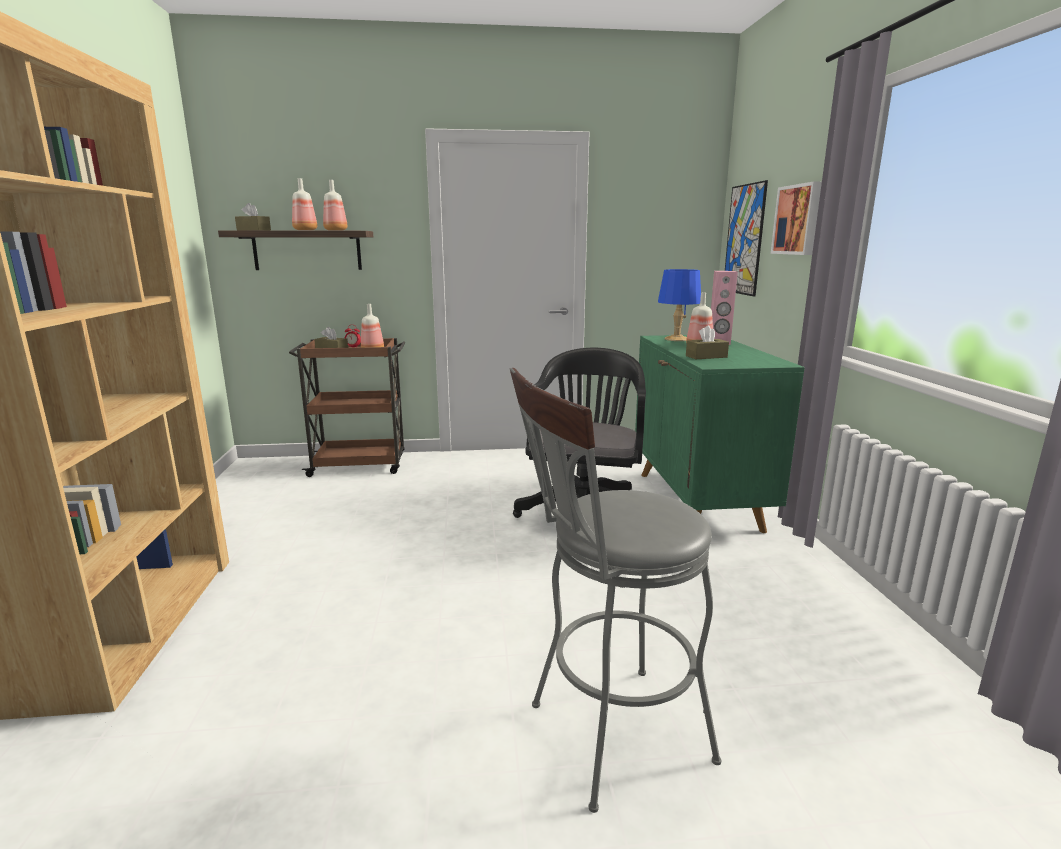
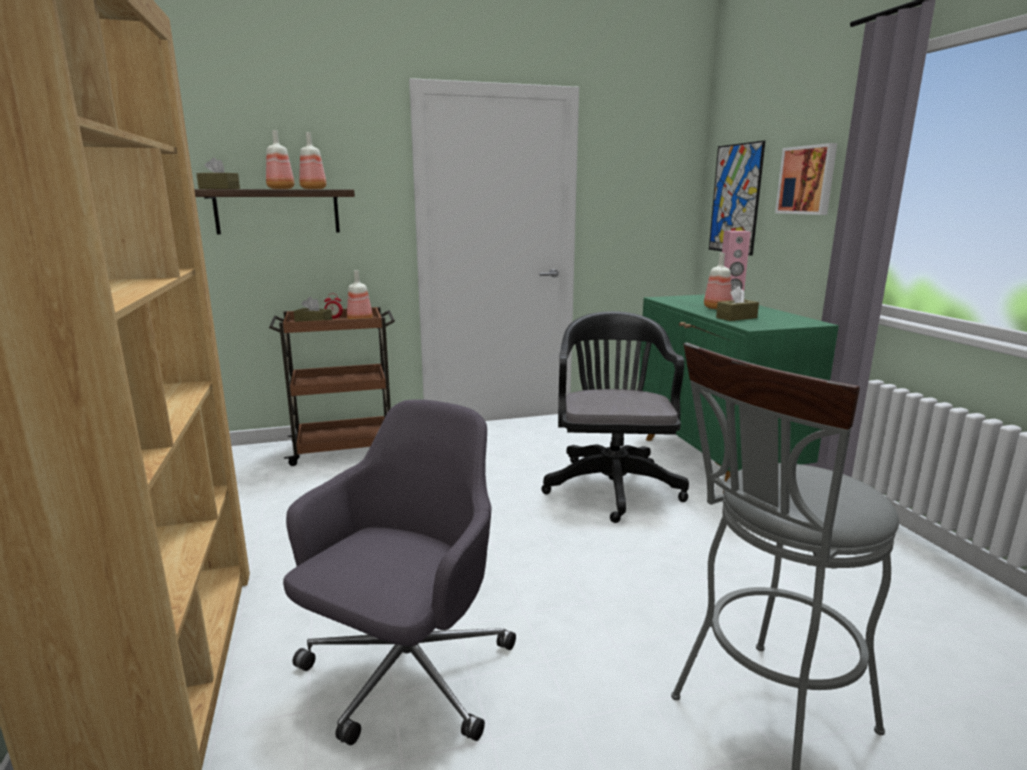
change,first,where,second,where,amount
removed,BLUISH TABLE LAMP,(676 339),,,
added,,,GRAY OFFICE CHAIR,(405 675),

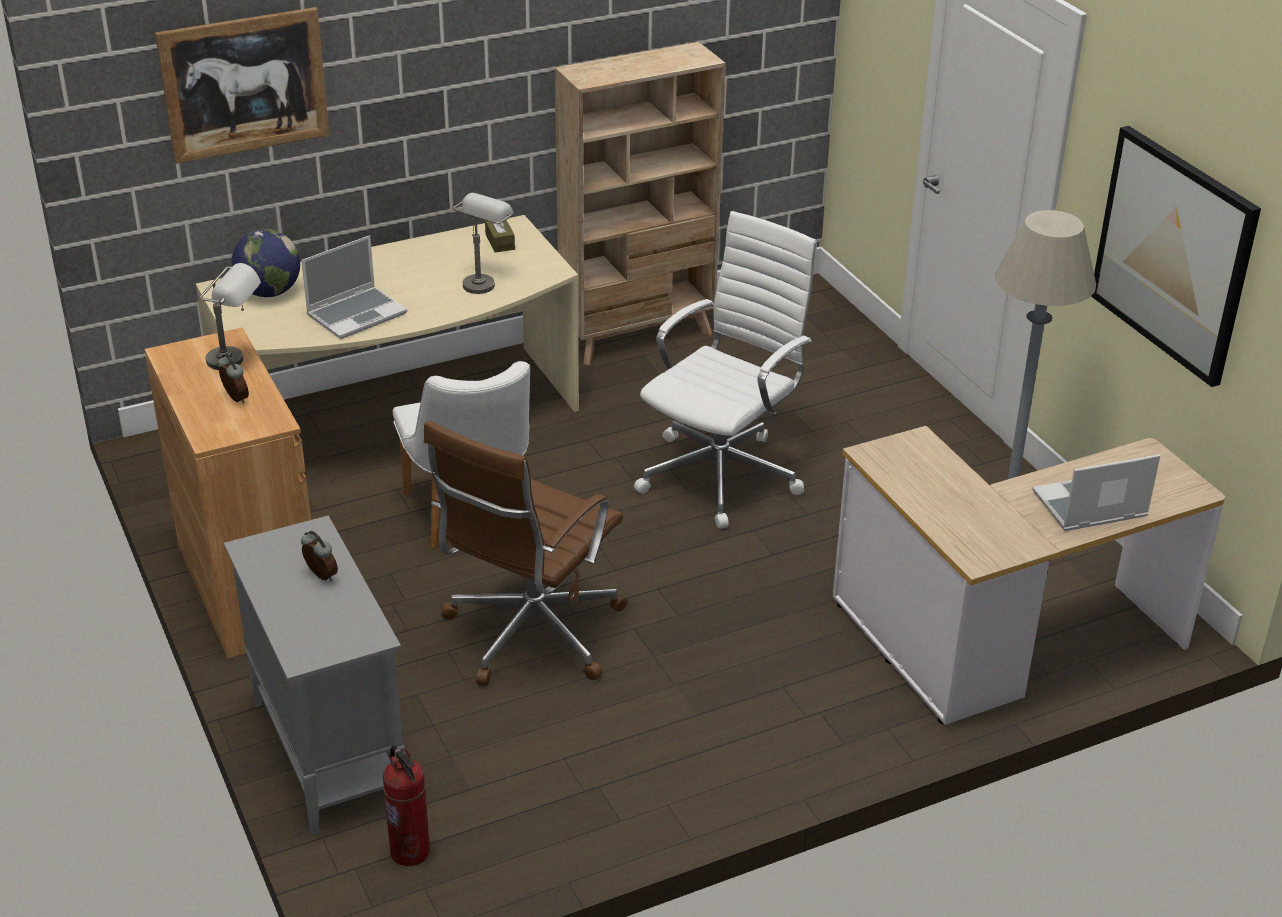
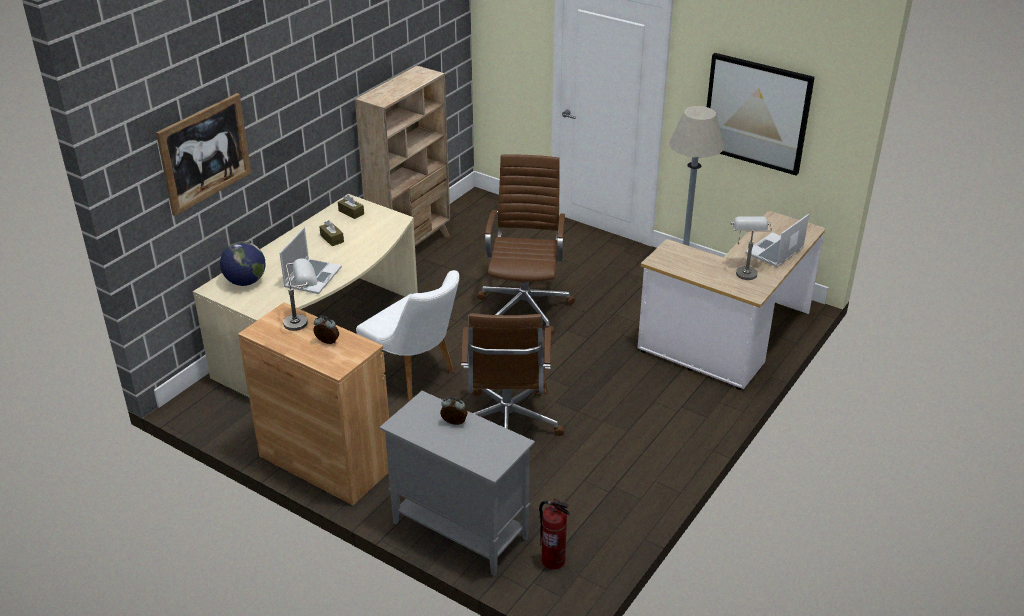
change,first,where,second,where,amount
moved,GRAY TABLE LAMP,(484 280),,(744 270),
recoloured,WHITE-COLOURED OFFICE CHAIR,(723 474),BROWN OFFICE CHAIR,(525 307),
added,,,BROWN TISSUE HOLDER,(332 238),

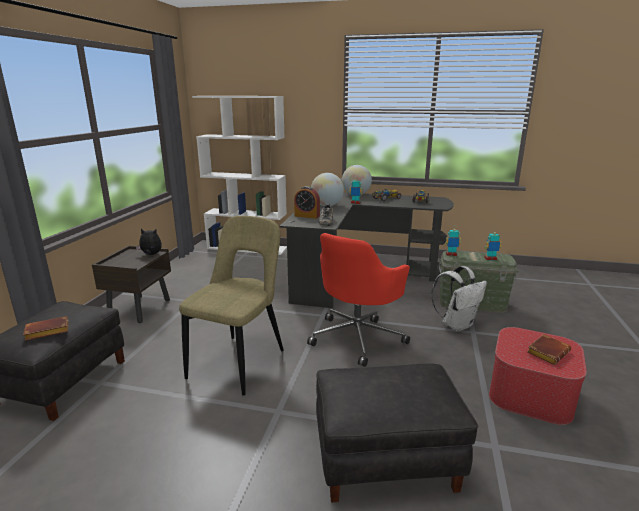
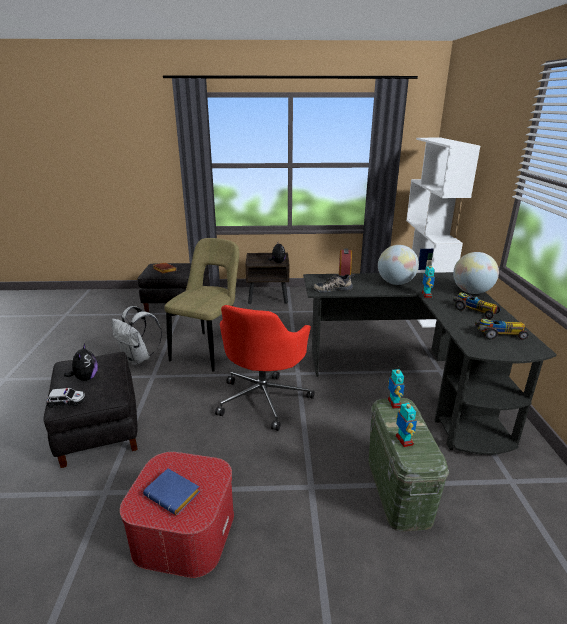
change,first,where,second,where,amount
turned,BEIGE-COLOURED PLAIN CHAIR,(240 361),,(210 349),75 degrees counterclockwise
turned,REDDISH OFFICE CHAIR,(358 337),,(264 398),90 degrees counterclockwise
moved,WHITE-COLOURED KNAPSACK,(457 324),,(138 359),
recoloured,BROWN VOLUME,(547 352),BLUISH VOLUME,(174 494),
added,,,MINIATURE CAR,(67 401),
added,,,SOFT TOY,(85 378),

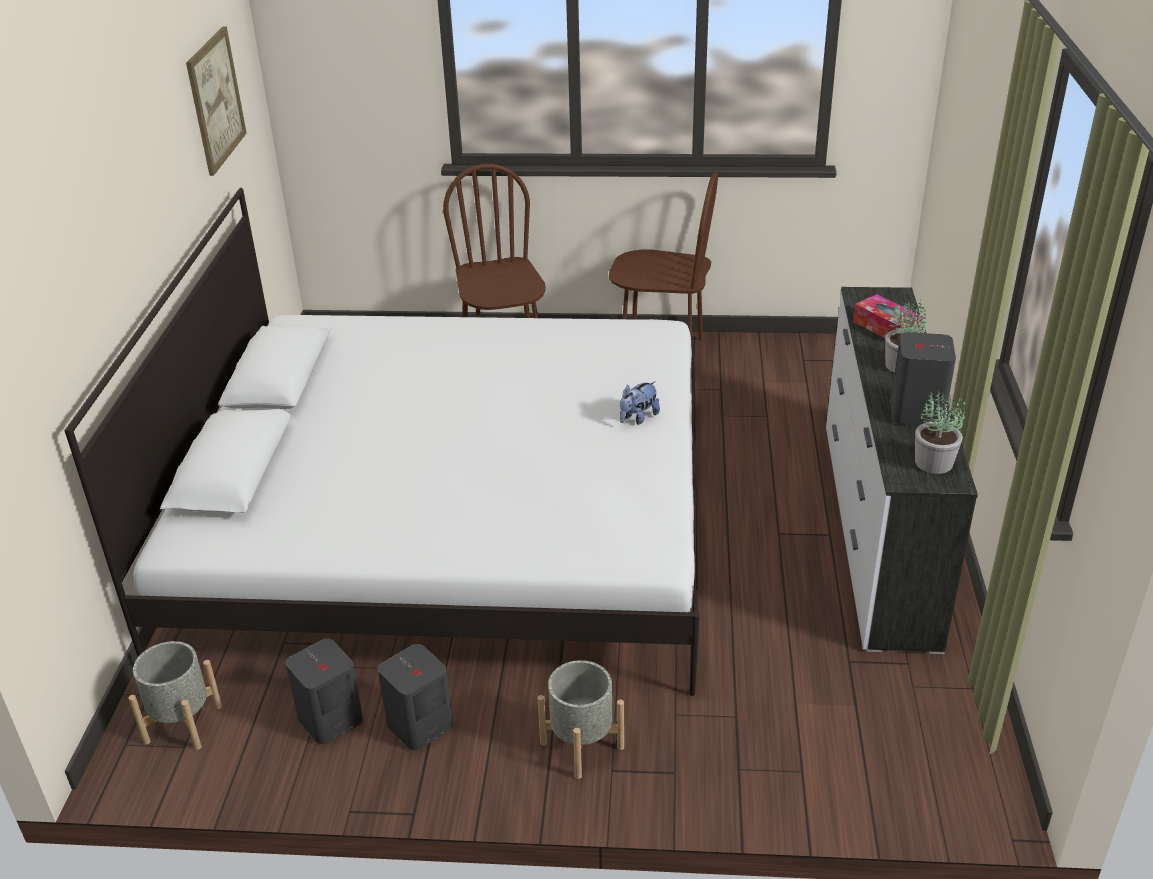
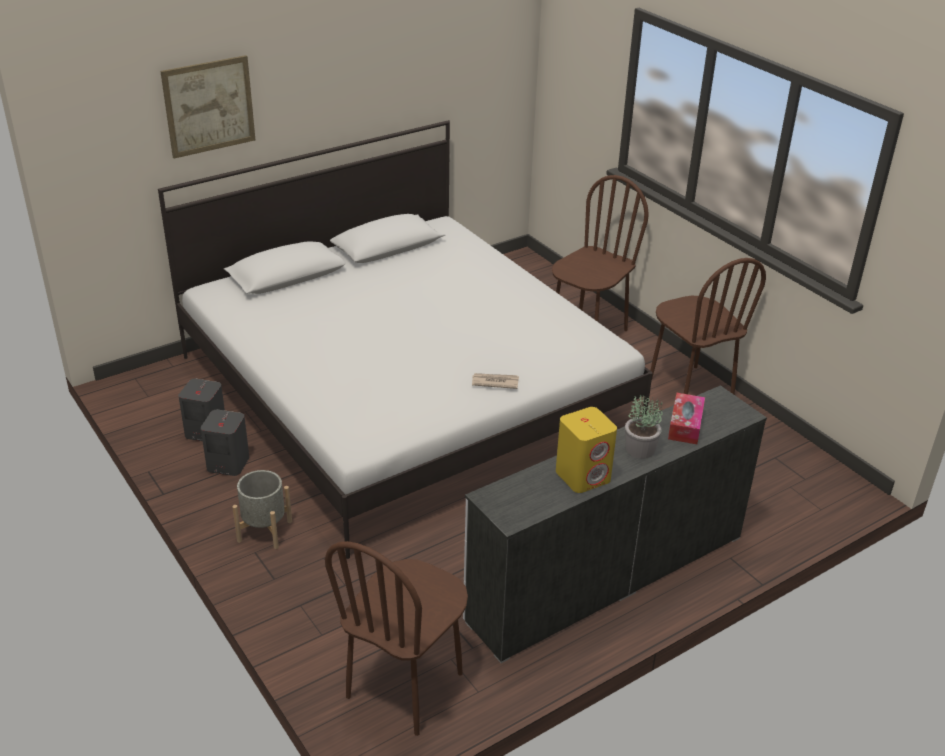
change,first,where,second,where,amount
removed,GRAY PLANTER,(183 724),,,
moved,WALL ART,(216 100),,(209 106),
replaced,SOFT TOY,(638 418),DAILY PAPER,(494 382),
recoloured,GRAY SPEAKER,(916 412),YELLOW-COLOURED SPEAKER,(583 476),
removed,POTTED PLANT,(933 463),,,
added,,,BROWN PLAIN CHAIR,(405 686),

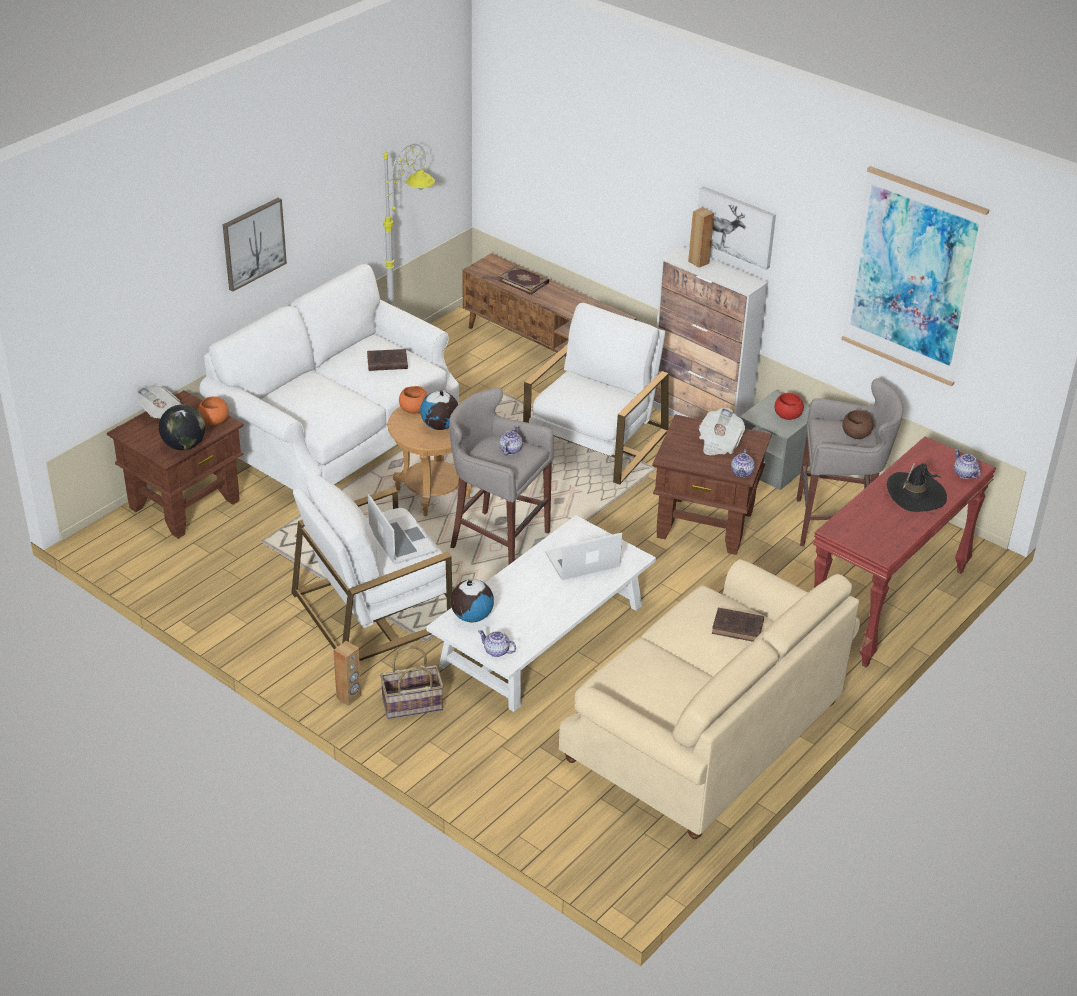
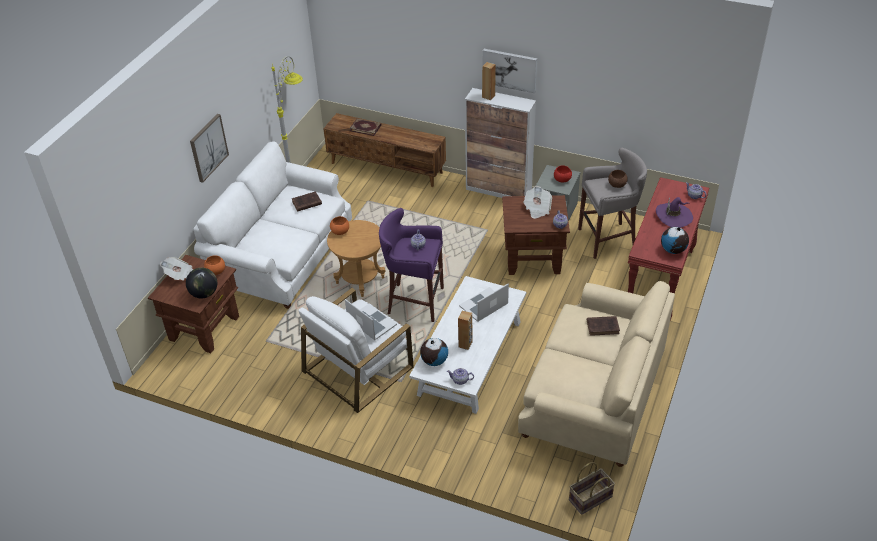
change,first,where,second,where,amount
moved,BROWN SPEAKER,(349 697),,(465 344),
moved,HOUSEHOLD BASKET,(412 705),,(590 499),
moved,GLOBE,(440 426),,(673 250),
recoloured,GRAY STOOL SEAT,(497 540),PURPLE STOOL SEAT,(414 301),
removed,WHITE-COLOURED EASY CHAIR,(596 442),,,
removed,WALL ART,(912 277),,,
recoloured,BLACK WEARABLE HAT,(915 494),PURPLE WEARABLE HAT,(673 216),

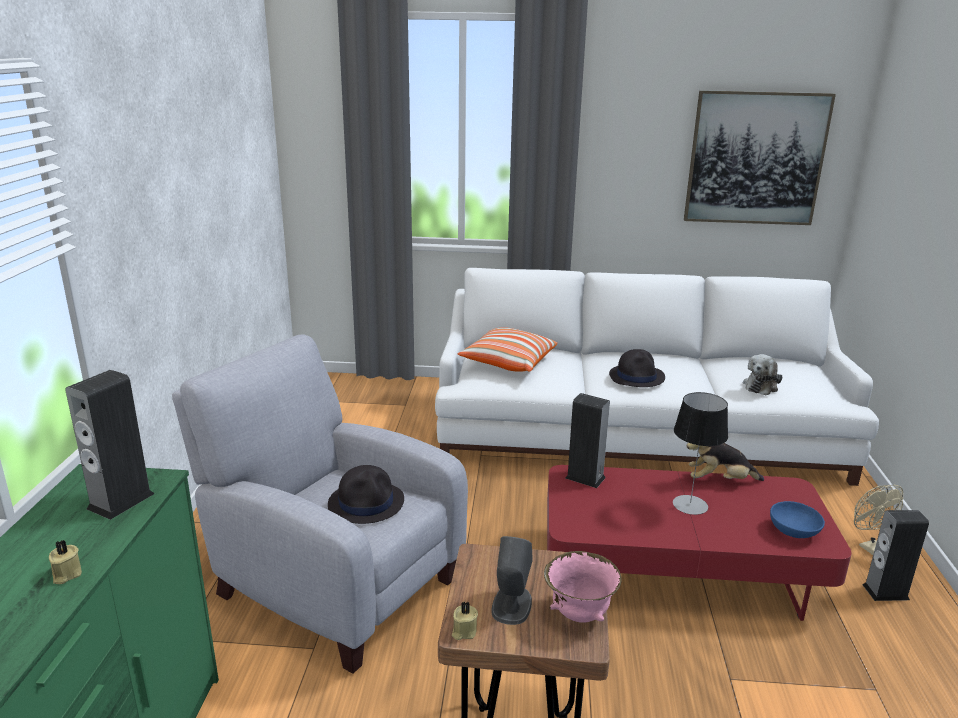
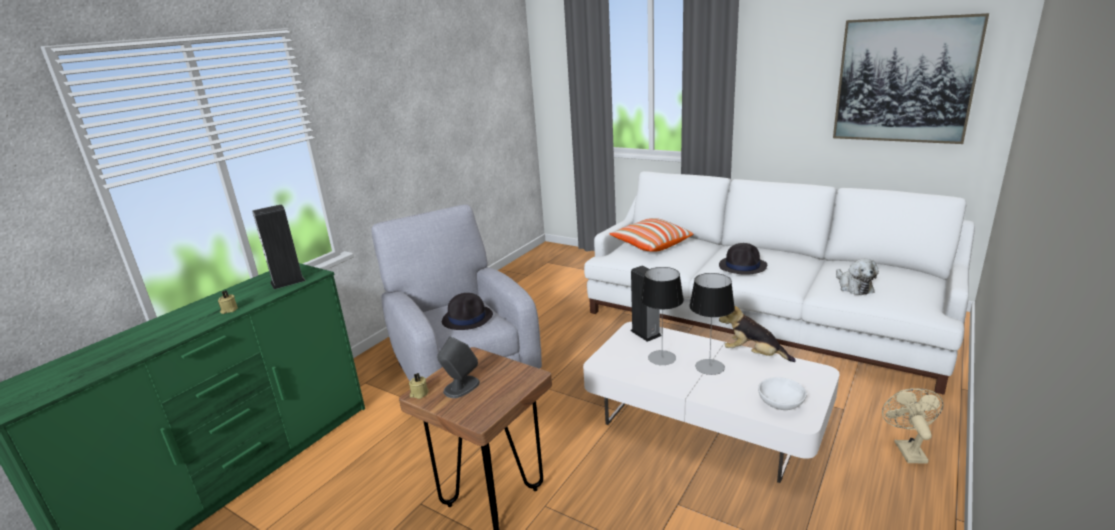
change,first,where,second,where,amount
removed,PINKISH BOWL,(579 614),,,
recoloured,REDDISH COFFEE TABLE,(679 571),WHITE-COLOURED COFFEE TABLE,(704 421),
turned,SOFT TOY,(761 386),,(854 287),75 degrees counterclockwise
recoloured,BLUISH BOWL,(794 531),WHITE-COLOURED BOWL,(781 404),
removed,SPEAKER,(885 592),,,
added,,,TABLE LAMP,(662 358),

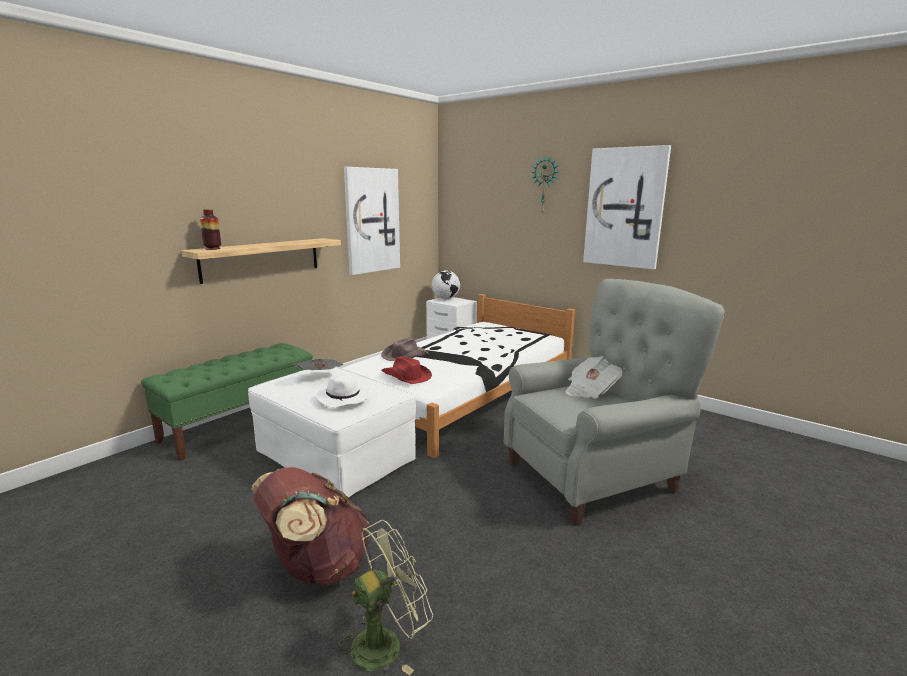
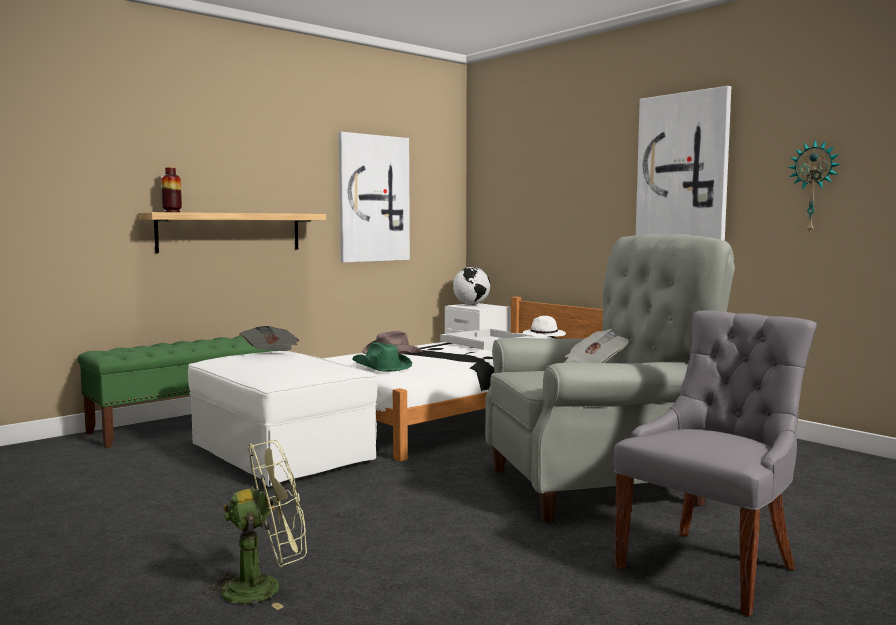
change,first,where,second,where,amount
removed,BROWN KNAPSACK,(316 567),,,
moved,WHITE-COLOURED WEARABLE HAT,(344 398),,(544 336),
recoloured,REDDISH WEARABLE HAT,(406 376),GREENISH WEARABLE HAT,(381 367),
moved,HANGING CLOCK,(545 185),,(814 186),
added,,,WHITE-COLOURED CARRYING TRAY,(486 341),
added,,,GRAY PLAIN CHAIR,(710 567),

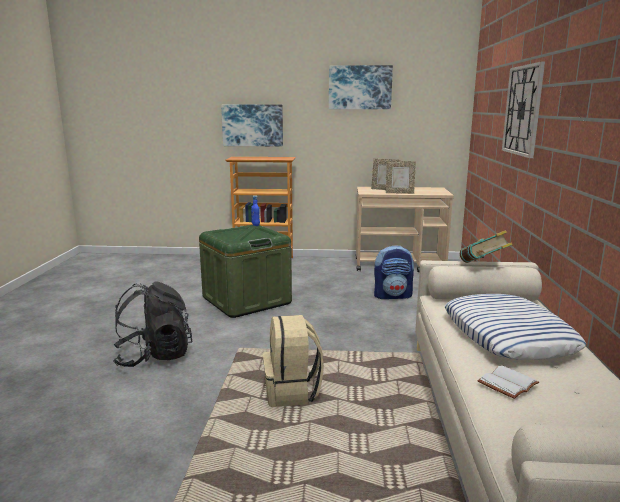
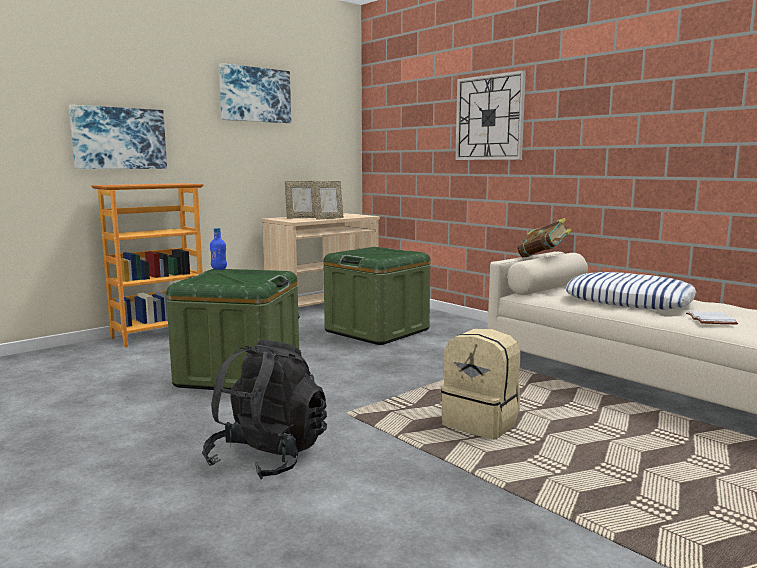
change,first,where,second,where,amount
replaced,KNAPSACK,(393 296),GREENISH STORAGE BOX,(377 330),

